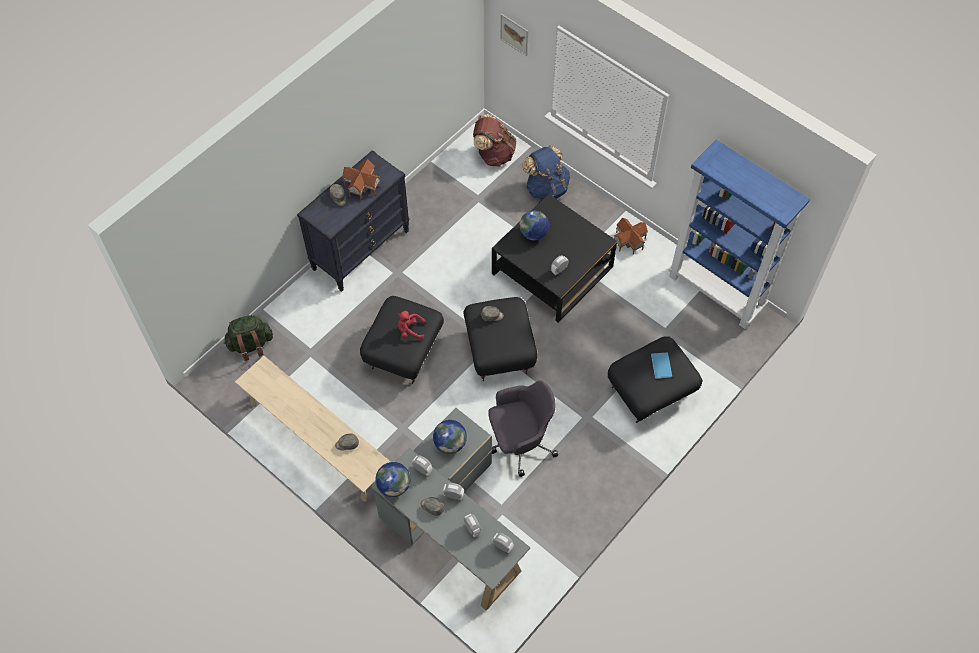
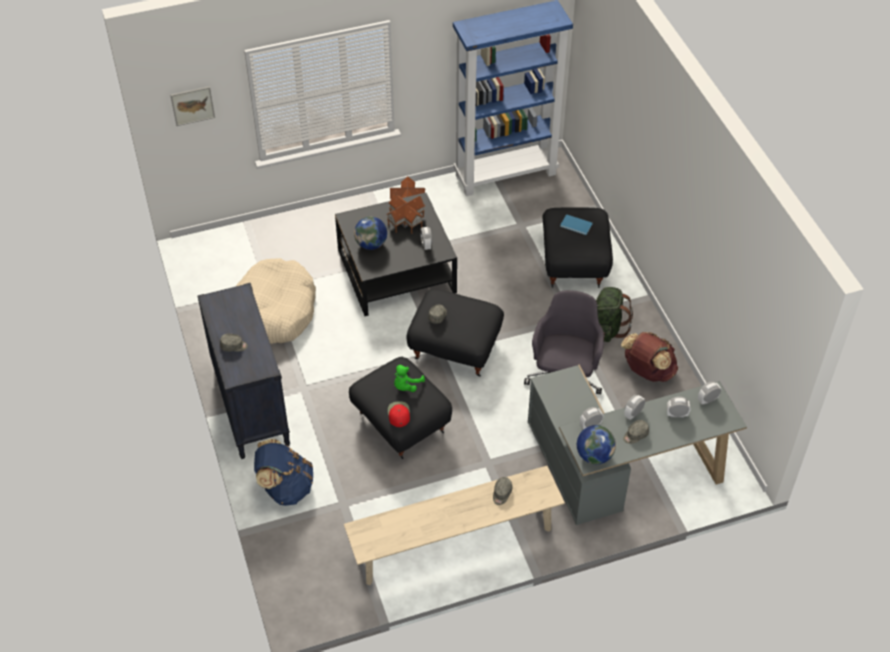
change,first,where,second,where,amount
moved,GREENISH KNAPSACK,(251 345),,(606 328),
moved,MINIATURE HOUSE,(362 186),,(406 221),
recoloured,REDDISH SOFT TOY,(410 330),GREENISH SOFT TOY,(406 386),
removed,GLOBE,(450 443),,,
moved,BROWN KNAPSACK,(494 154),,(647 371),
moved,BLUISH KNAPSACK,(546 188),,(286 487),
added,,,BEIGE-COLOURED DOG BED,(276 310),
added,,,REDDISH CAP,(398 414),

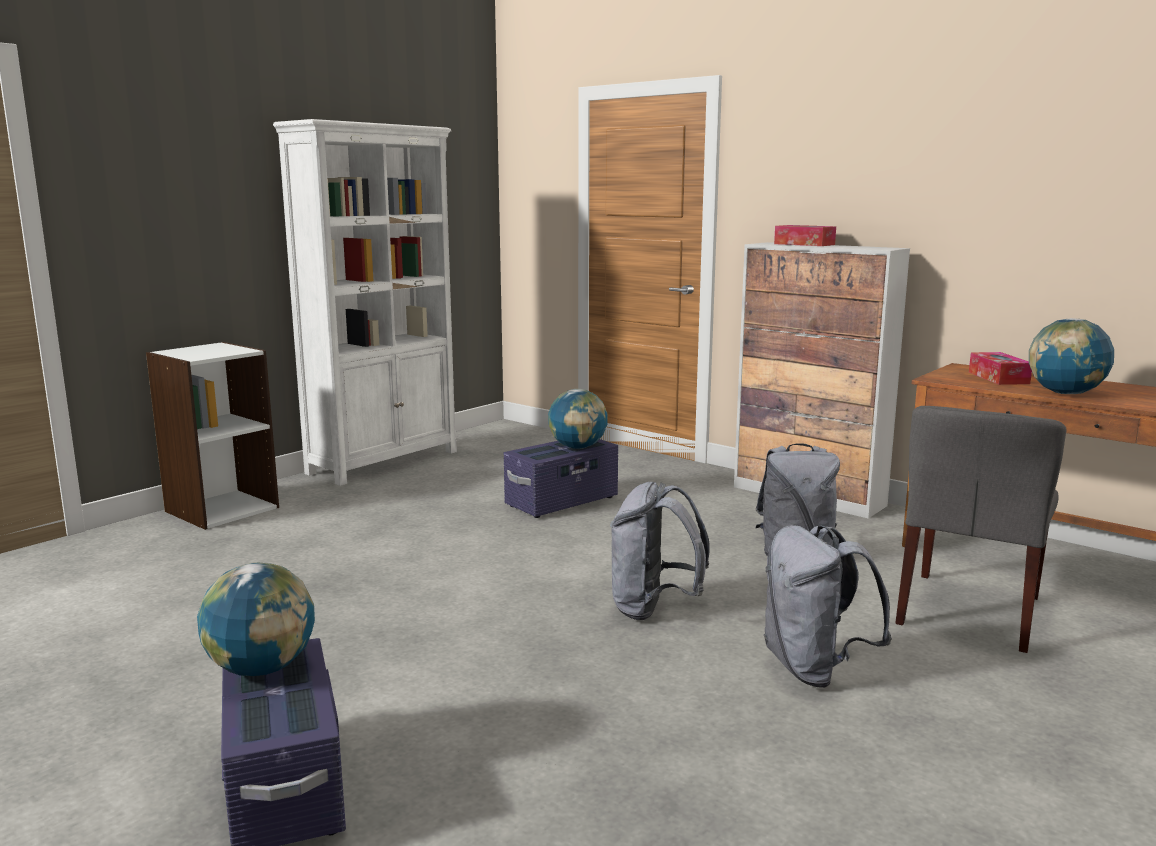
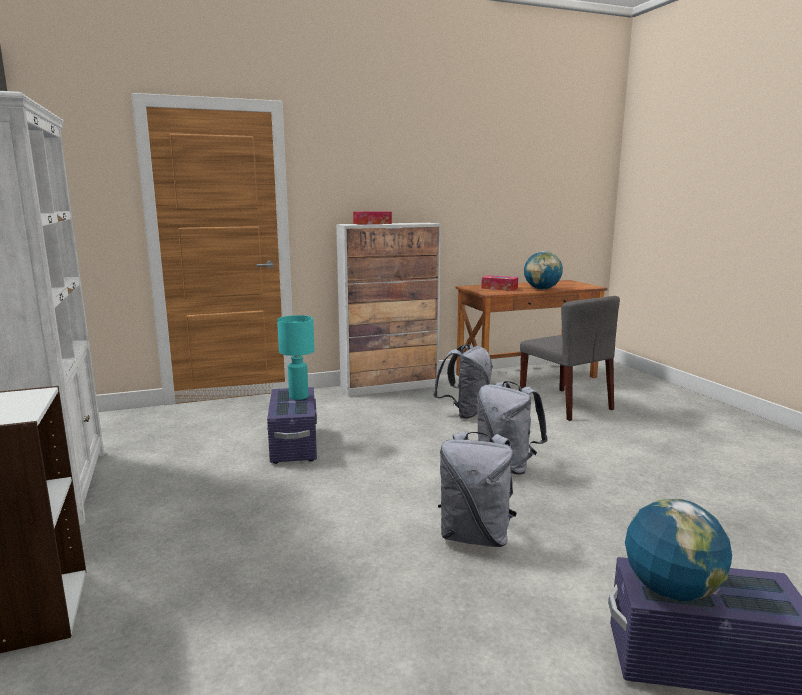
change,first,where,second,where,amount
replaced,GLOBE,(578 447),TURQUOISE-COLOURED TABLE LAMP,(299 397),
moved,GRAY KNAPSACK,(814 669),,(475 536),

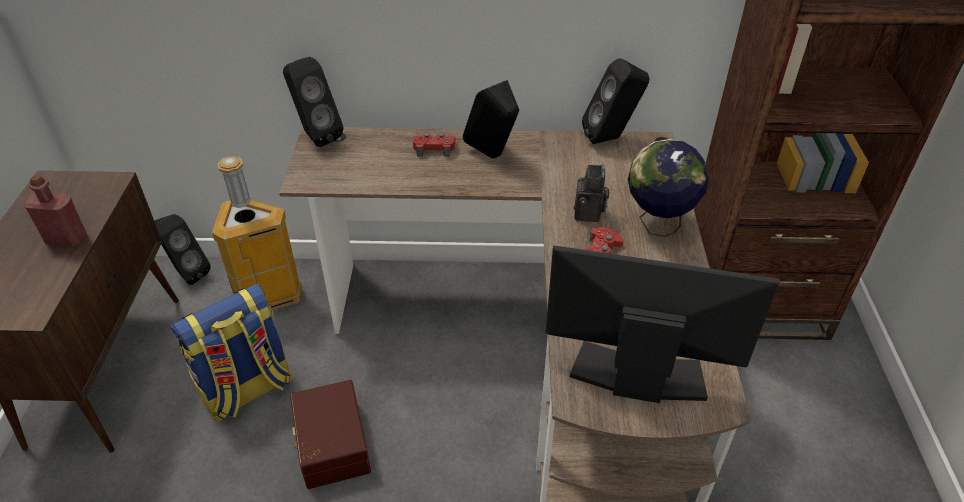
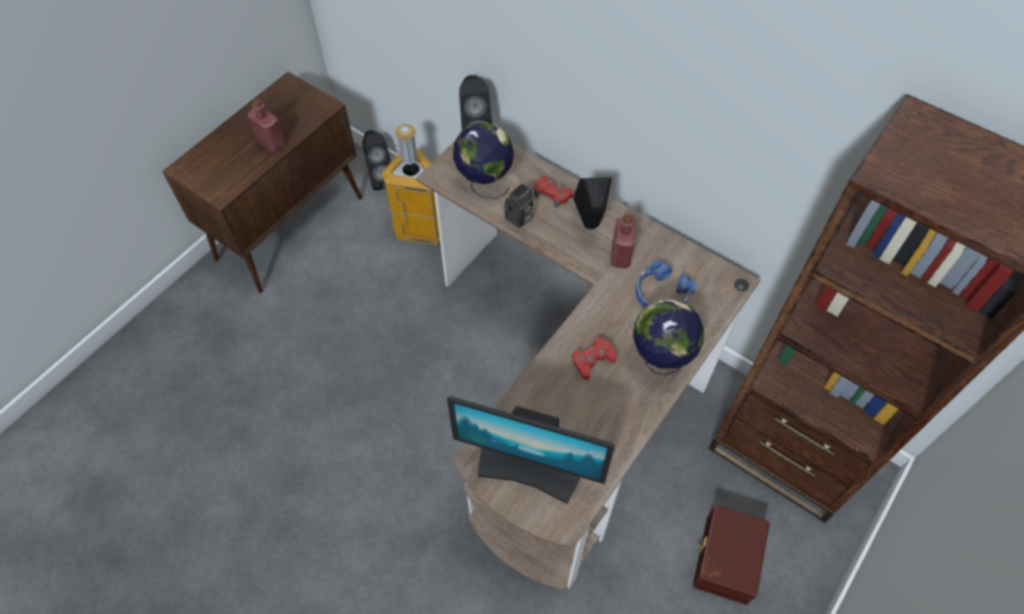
change,first,where,second,where,amount
removed,KNAPSACK,(247 390),,,
moved,BROWN STORAGE BOX,(330 444),,(725 558),
turned,COMPUTER DISPLAY,(638 376),,(528 468),150 degrees clockwise
moved,STILL CAMERA,(589 214),,(519 219),
removed,BLACK SPEAKER,(611 138),,,
added,,,GLOBE,(484 184),
added,,,REDDISH BEVERAGE BOTTLE,(620 256),
added,,,BLUISH HEADPHONES,(661 294),

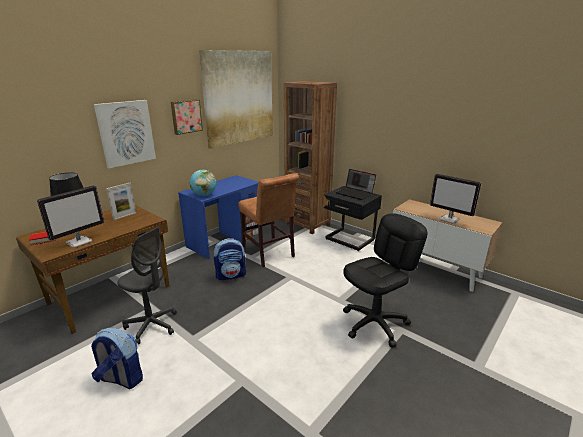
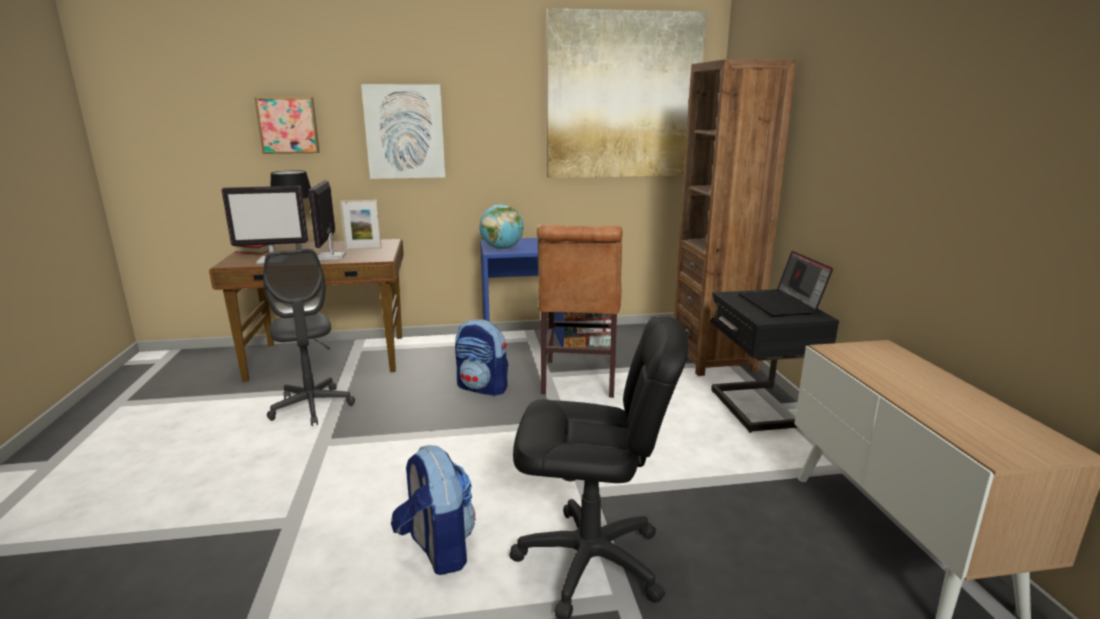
change,first,where,second,where,amount
moved,KNAPSACK,(121 379),,(437 549),
moved,WALL ART,(186 116),,(288 125),
moved,COMPUTER DISPLAY,(449 219),,(331 257),

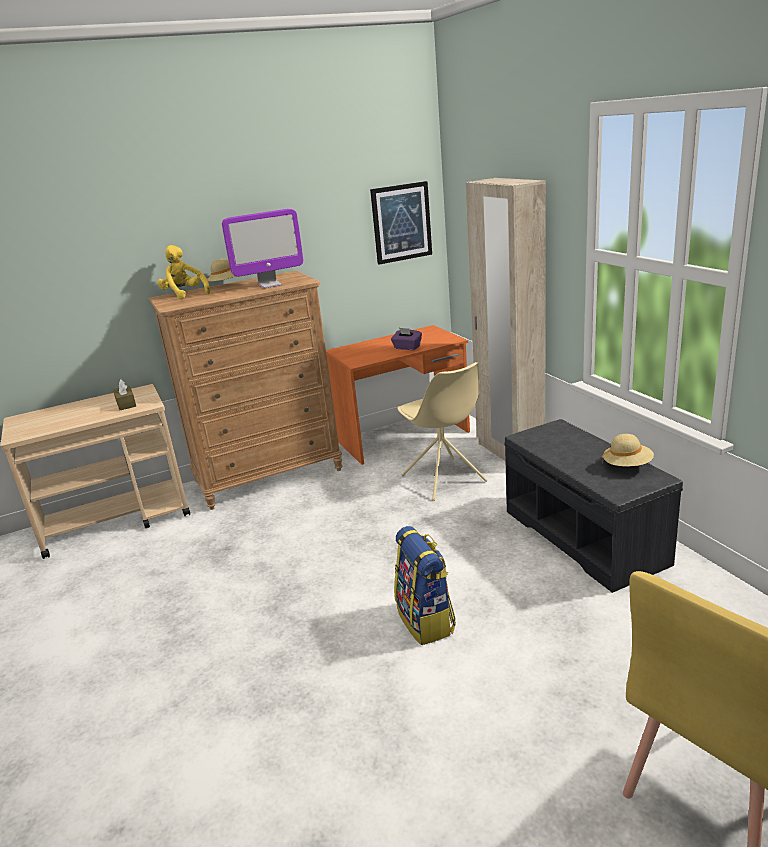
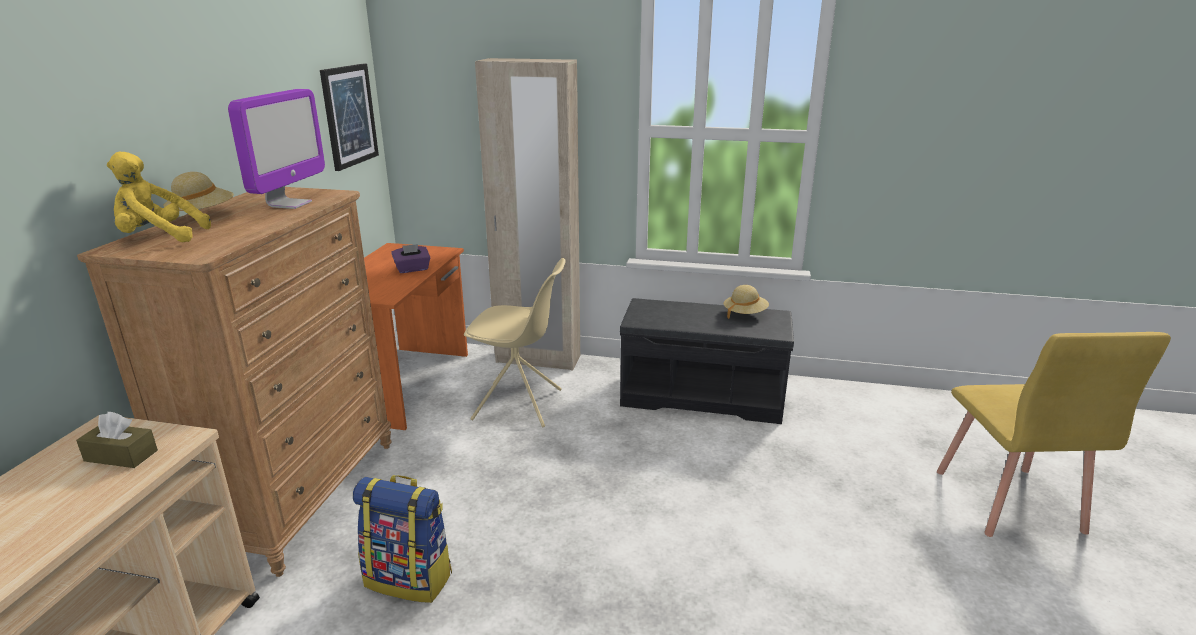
change,first,where,second,where,amount
moved,KNAPSACK,(426 620),,(410 578),

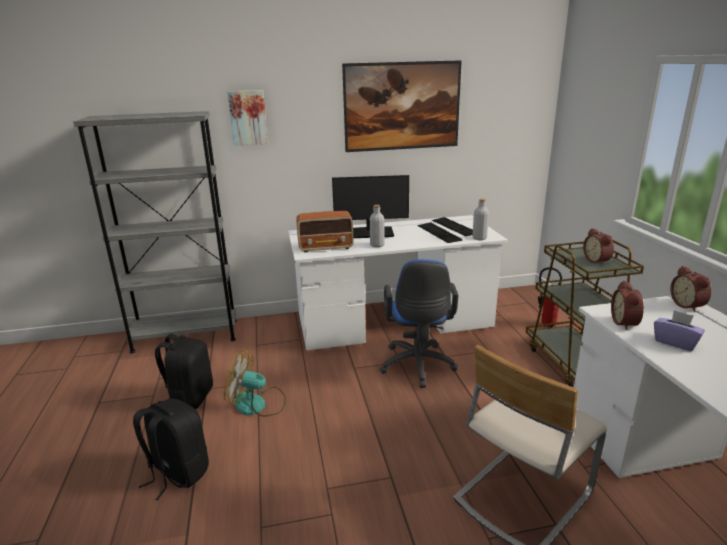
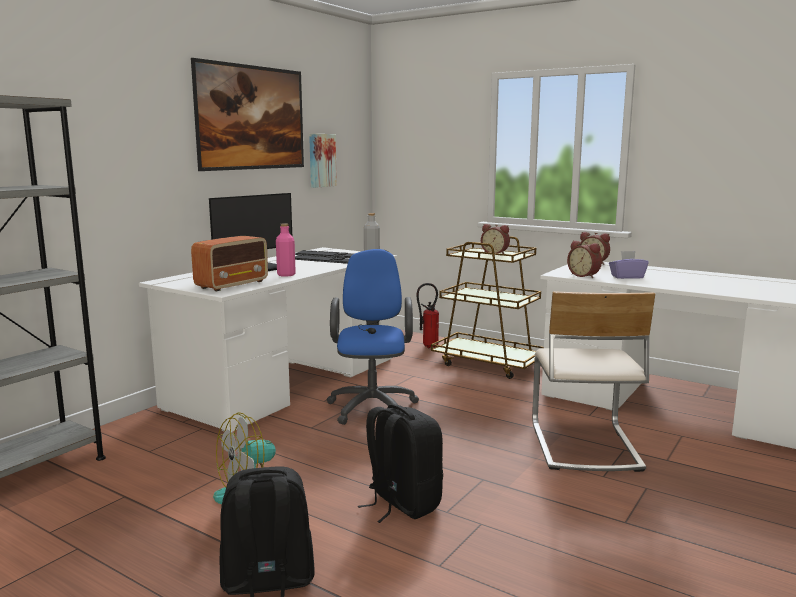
change,first,where,second,where,amount
moved,BLACK KNAPSACK,(190 398),,(402 504),
moved,WALL ART,(248 117),,(321 160),
recoloured,GRAY BEVERAGE BOTTLE,(377 245),PINKISH BEVERAGE BOTTLE,(286 275),
turned,BLUISH OFFICE CHAIR,(417 367),,(373 406),135 degrees counterclockwise

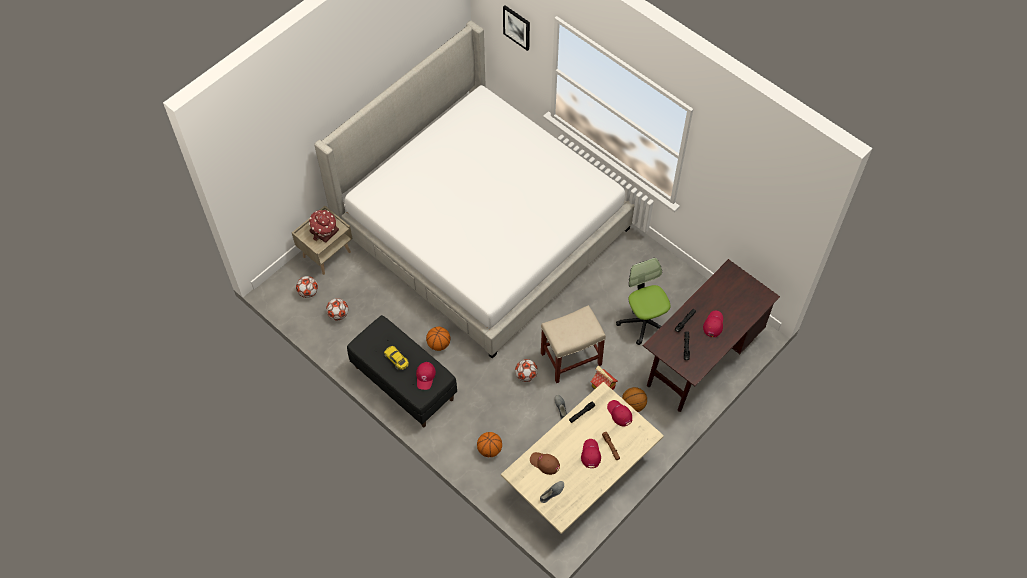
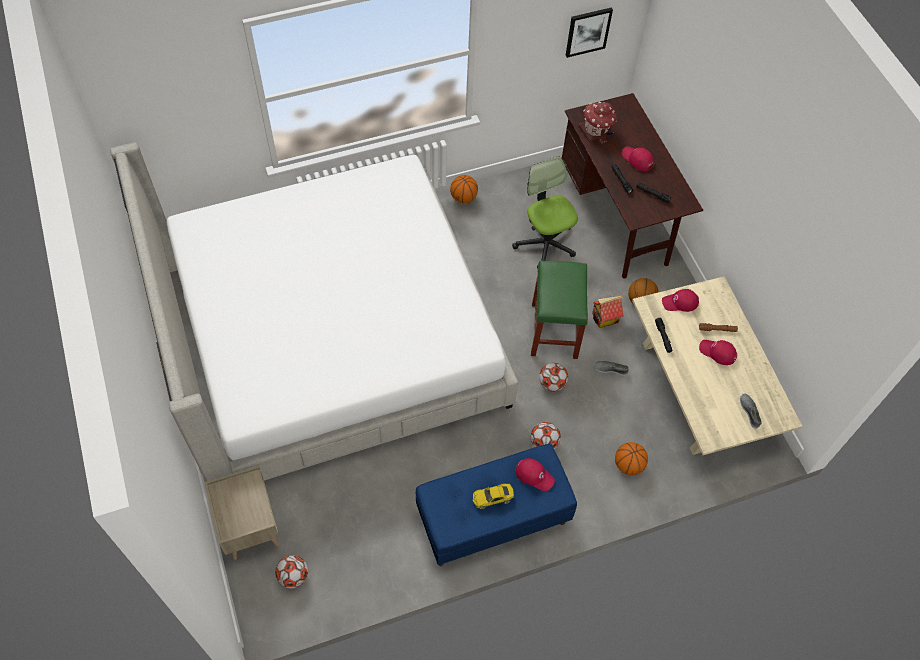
change,first,where,second,where,amount
moved,MINIATURE HOUSE,(324 231),,(596 130),
moved,BALL FOR FOOTBALL,(338 314),,(544 443),
recoloured,BLACK LONG SEAT,(403 383),BLUISH LONG SEAT,(492 519),
moved,BALL FOR BASKETBALL,(439 344),,(463 198),
moved,WALL ART,(517 27),,(588 31),
removed,BROWN CAP,(544 463),,,
recoloured,BEIGE-COLOURED STOOL SEAT,(570 359),GREENISH STOOL SEAT,(554 331),
turned,OFFICE CHAIR,(644 321),,(545 243),60 degrees clockwise

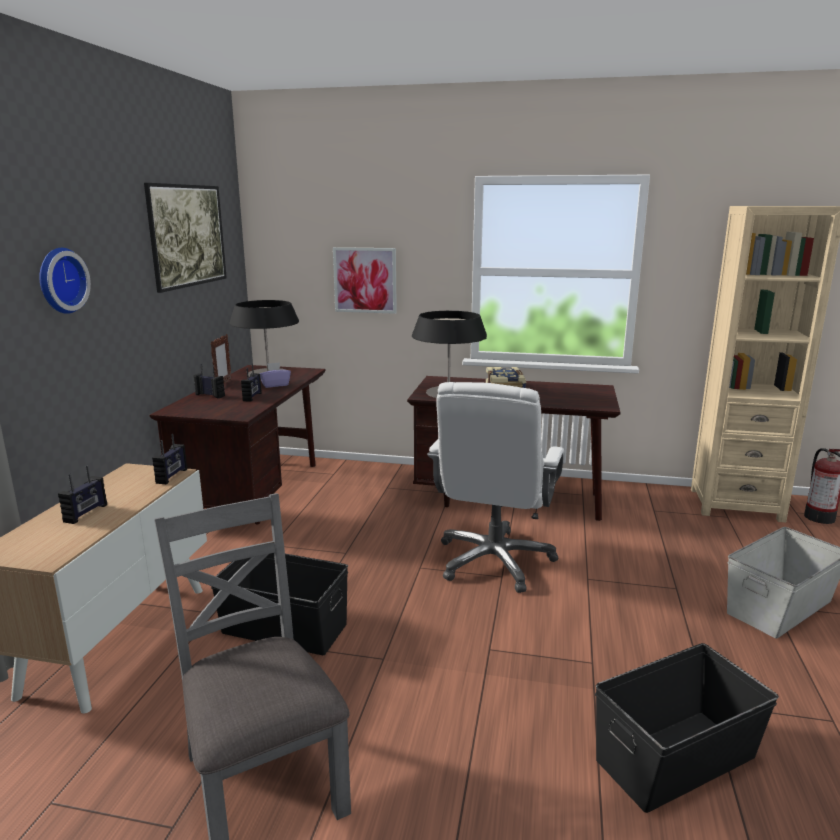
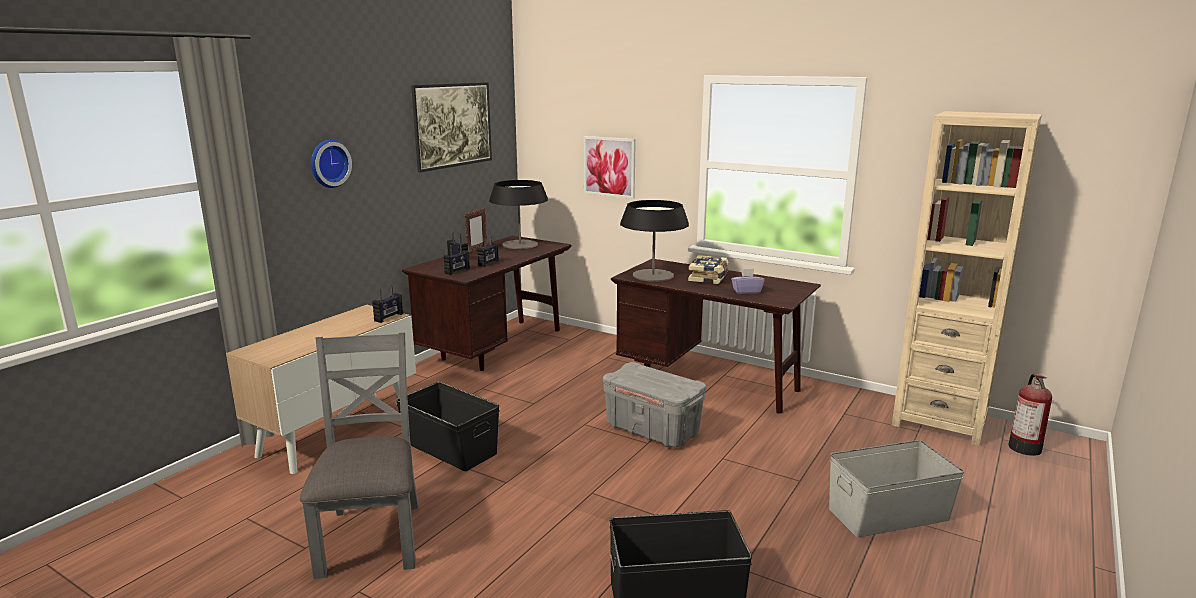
change,first,where,second,where,amount
moved,RADIO SET,(86 513),,(457 271),
moved,PURPLE TISSUE HOLDER,(275 385),,(746 291),
replaced,WHITE-COLOURED OFFICE CHAIR,(494 561),GRAY STORAGE BOX,(651 430),

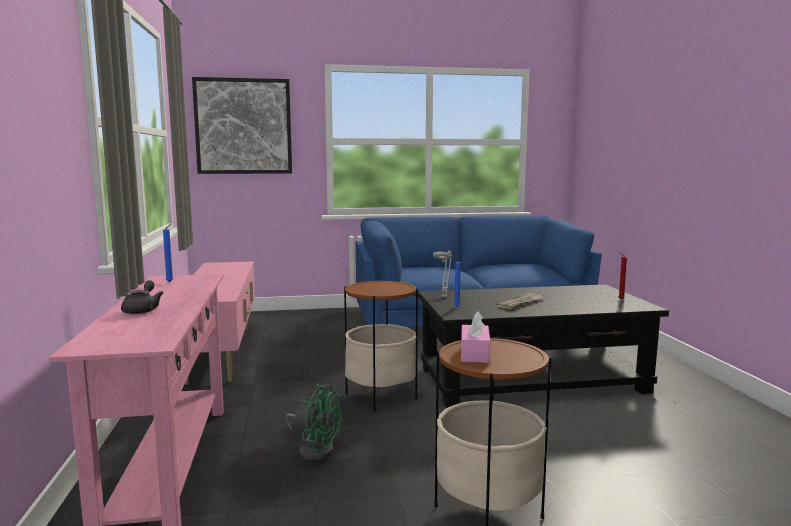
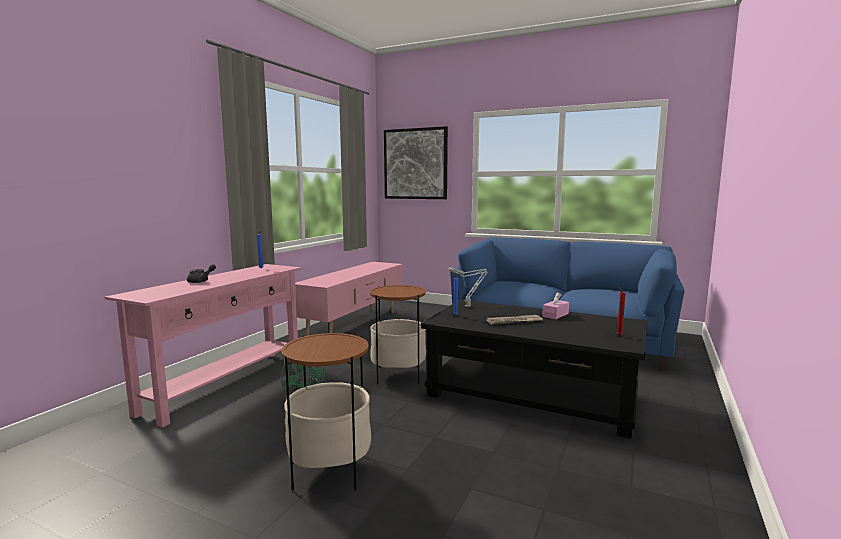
change,first,where,second,where,amount
moved,PINKISH TISSUE HOLDER,(474 353),,(555 315),

